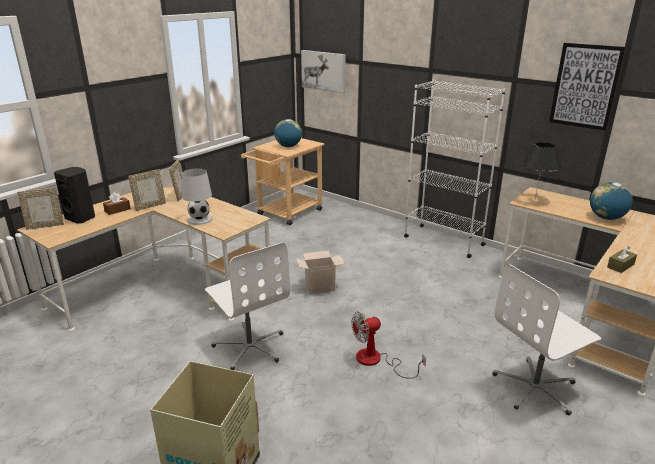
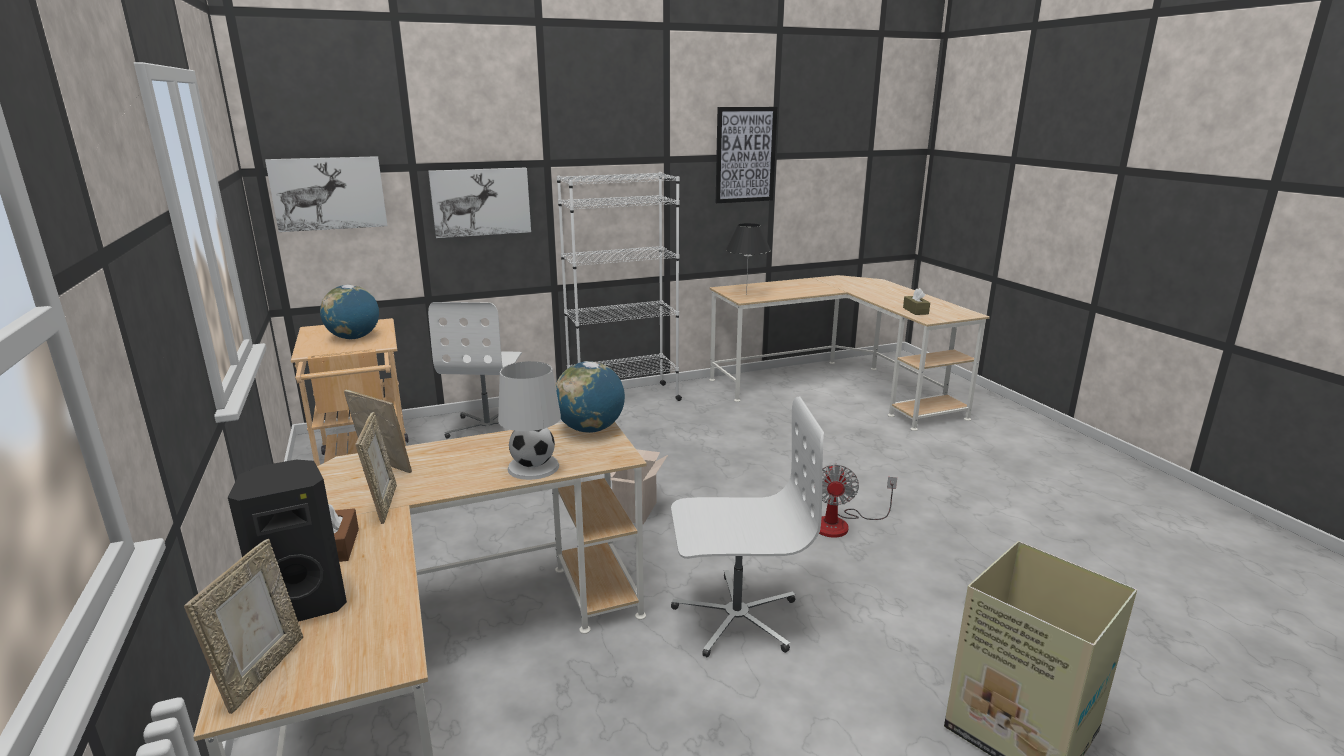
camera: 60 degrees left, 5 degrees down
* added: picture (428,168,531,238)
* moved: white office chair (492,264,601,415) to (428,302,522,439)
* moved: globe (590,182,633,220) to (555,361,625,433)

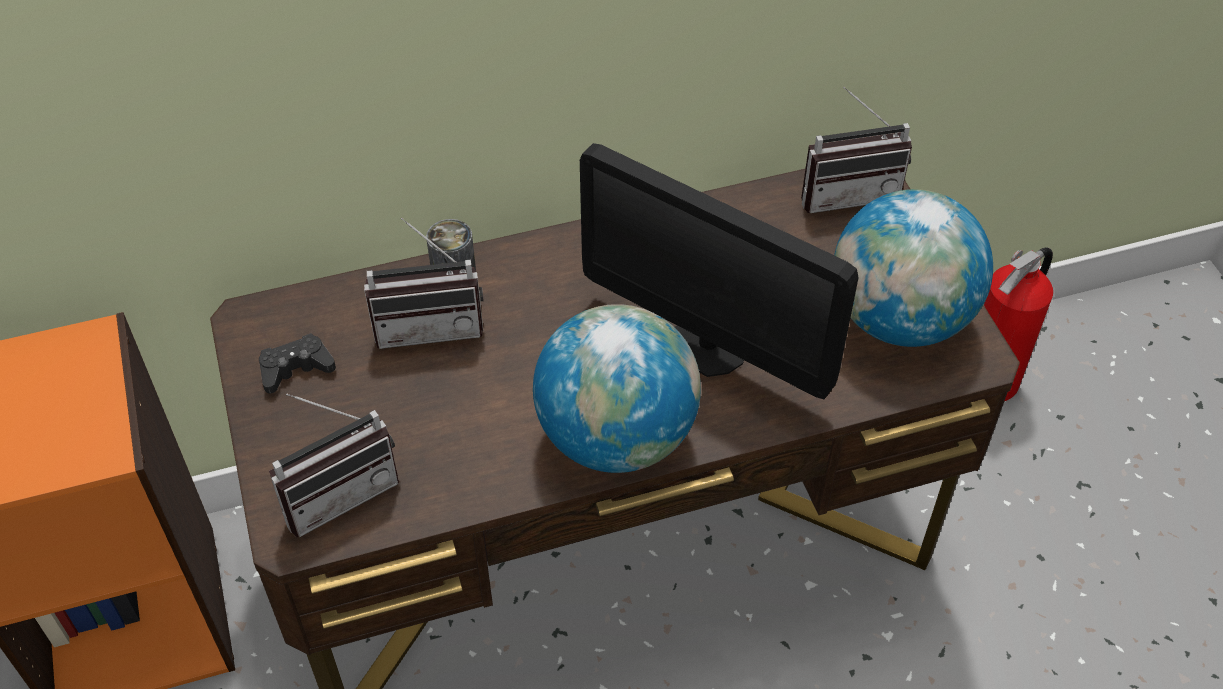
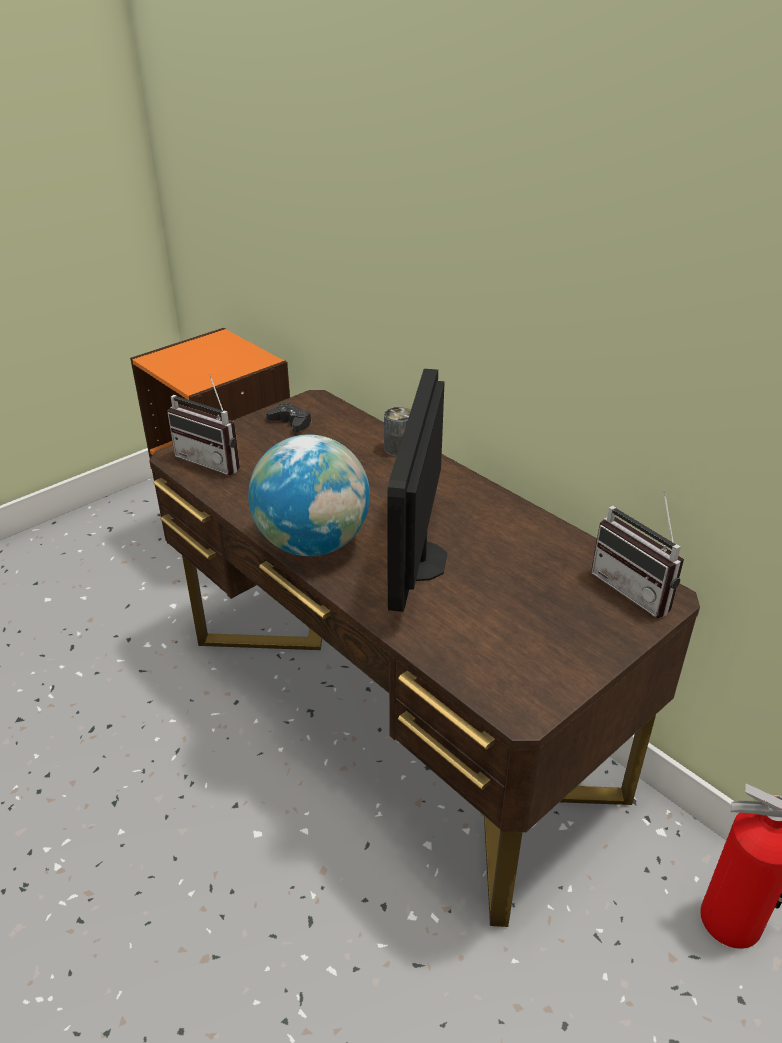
camera: 65 degrees right, 15 degrees down
* removed: radio (364,218,484,349)
* removed: globe (834,189,993,347)

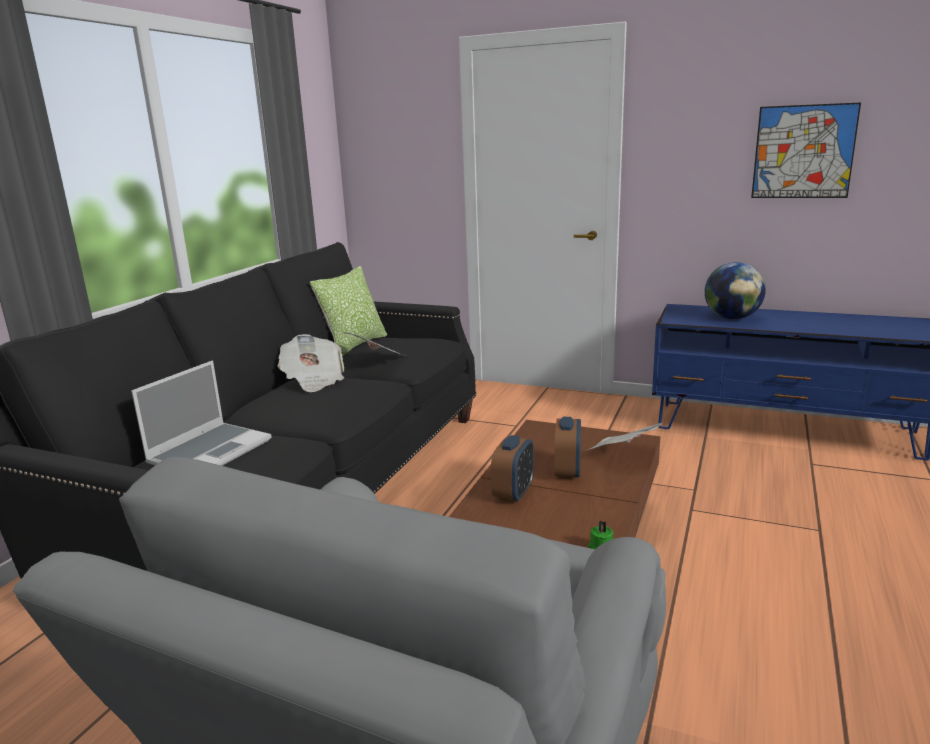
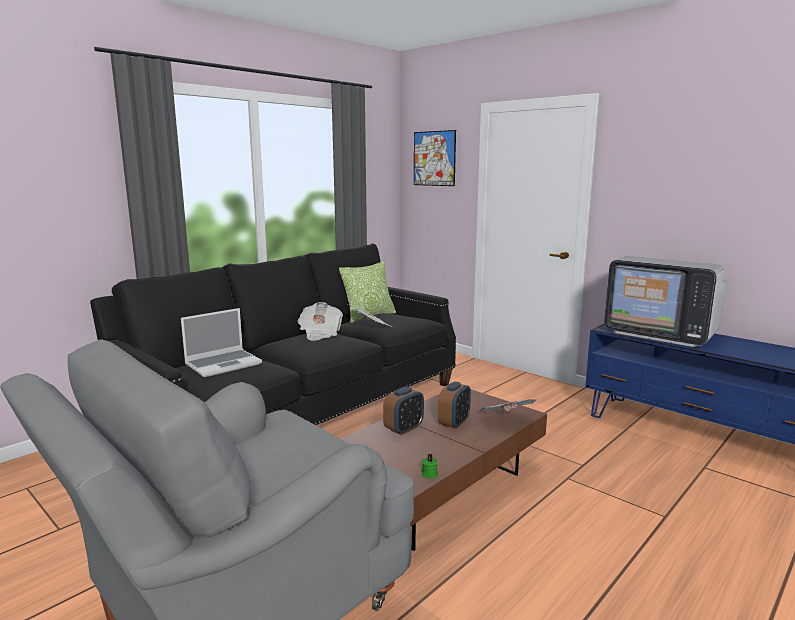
camera: 20 degrees right, 5 degrees down
* moved: picture (751,102,861,198) to (414,130,456,186)
* replaced: globe (705,262,766,319) to television (604,256,726,347)

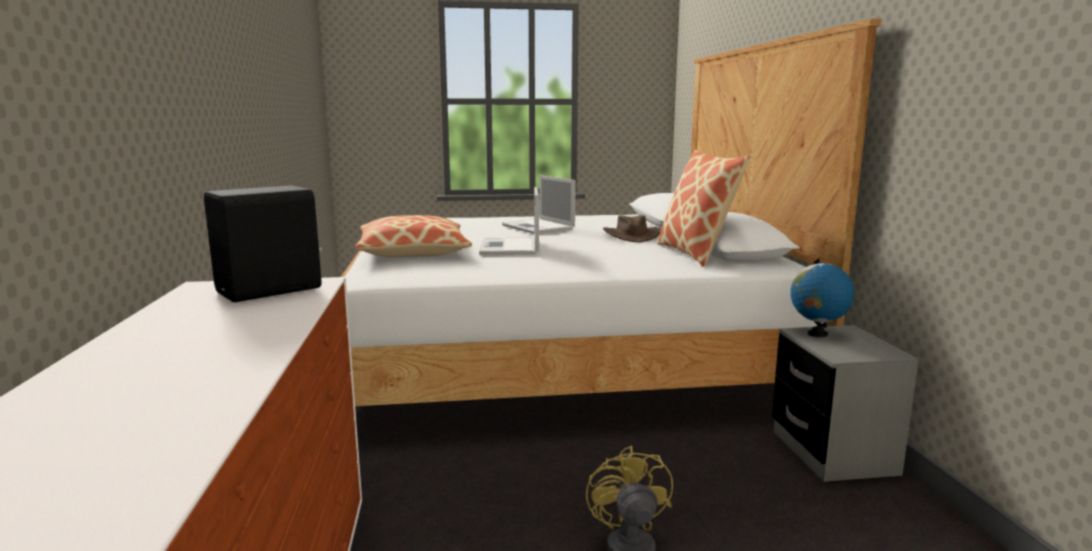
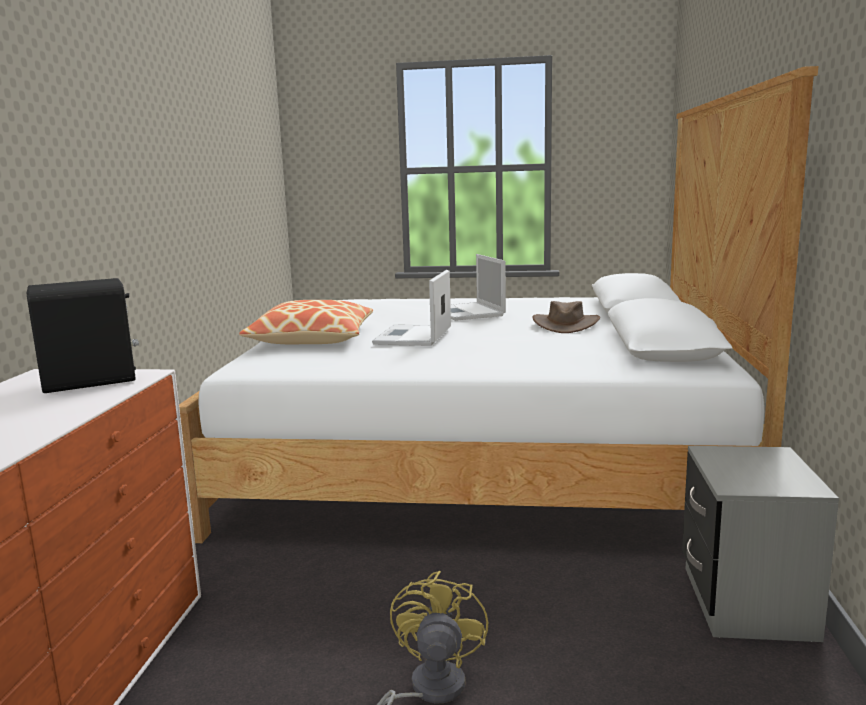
camera: 15 degrees right, 0 degrees up
* removed: pillow (657,150,750,266)
* removed: globe (790,258,854,337)

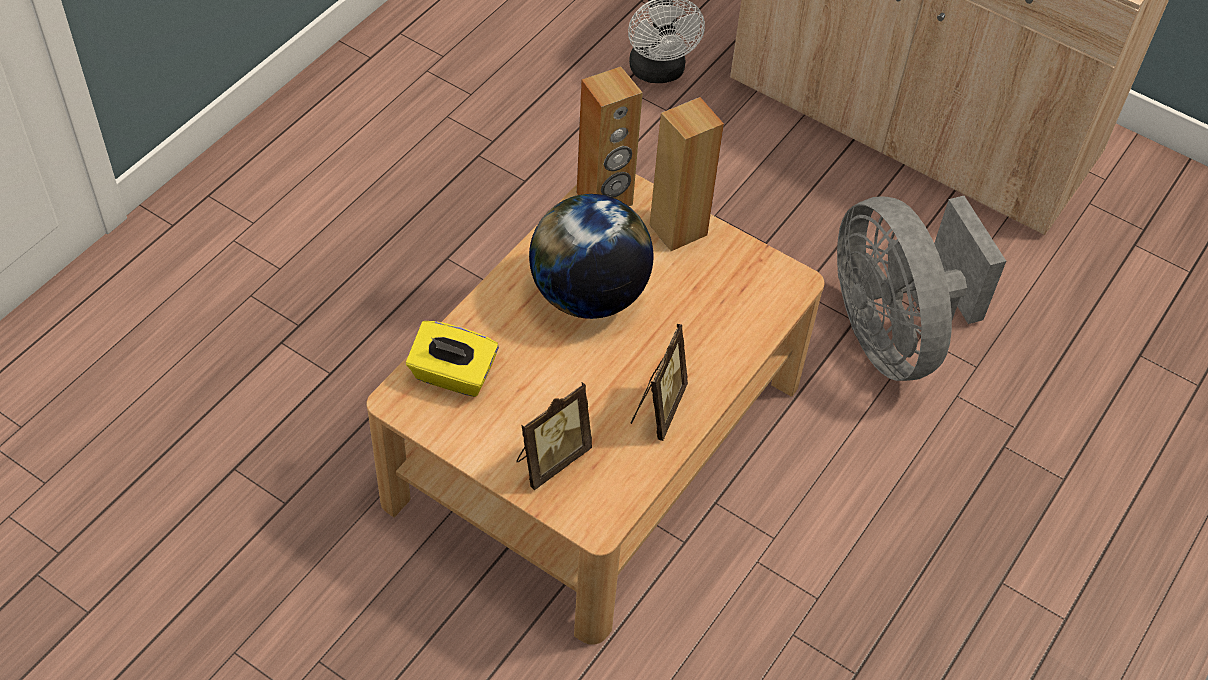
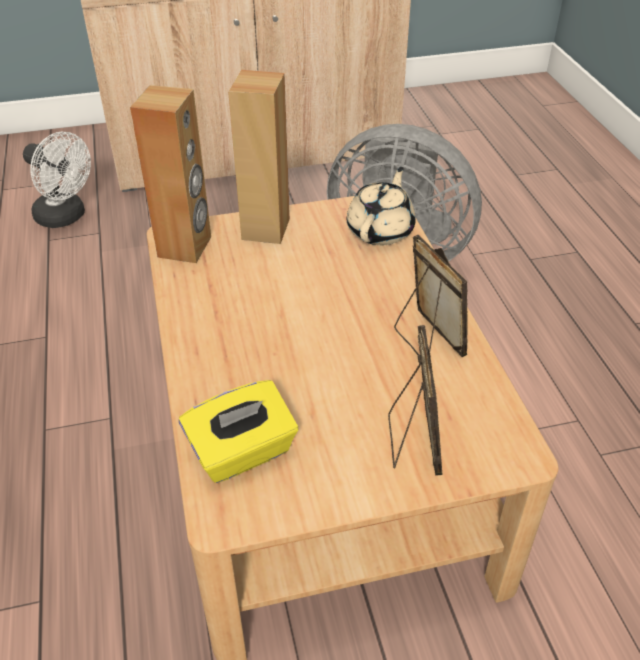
camera: 45 degrees left, 10 degrees down
* removed: globe (529,194,653,319)
* added: beige teapot (347,167,416,245)

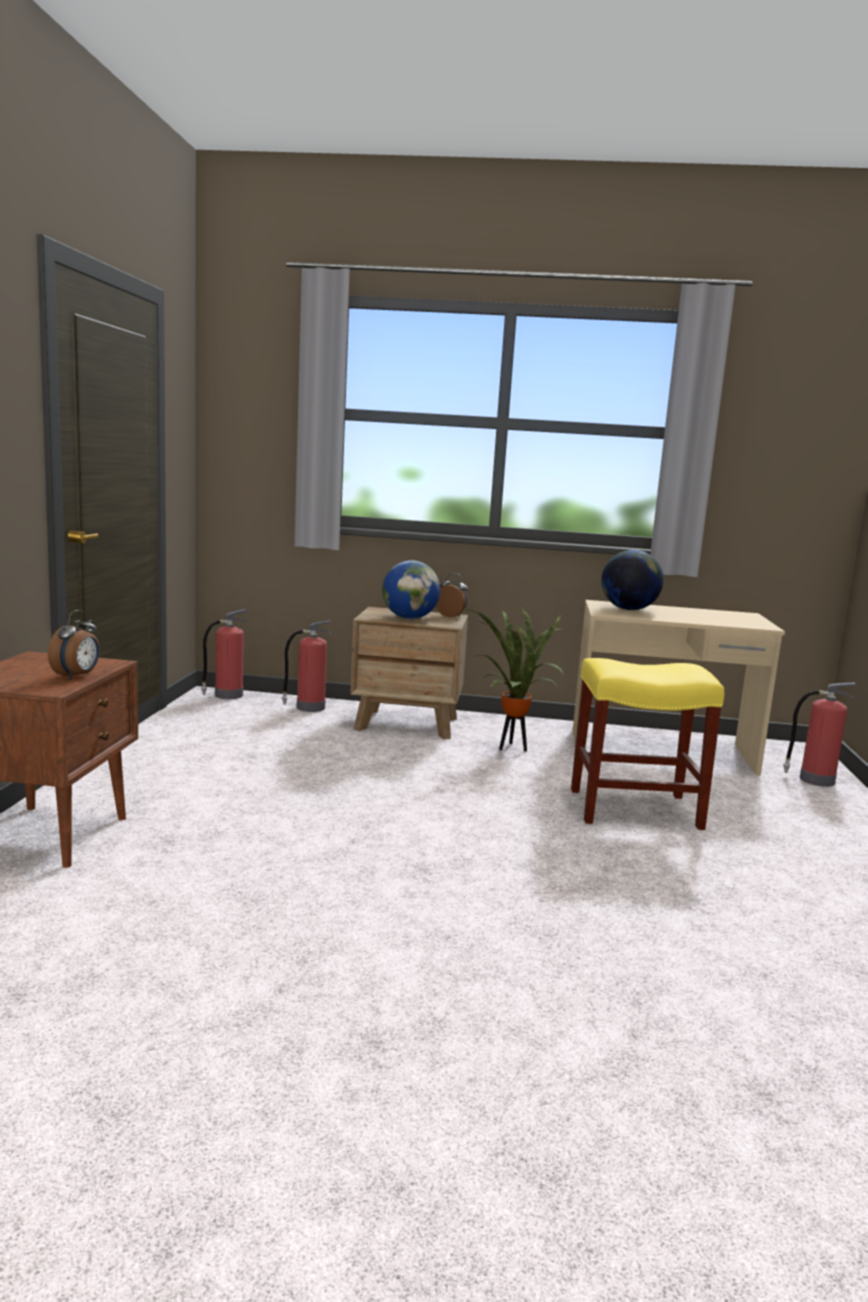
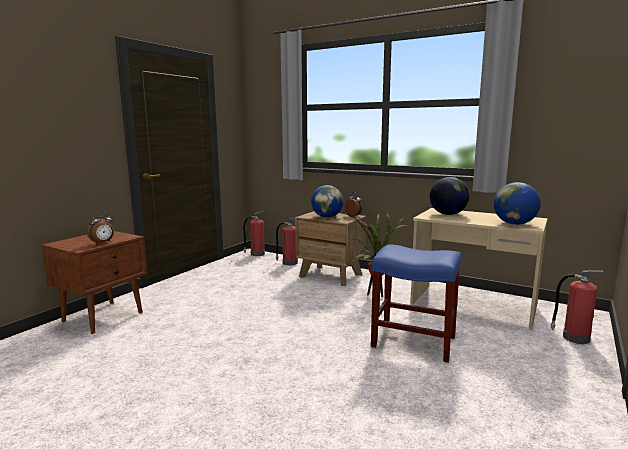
camera: 25 degrees right, 0 degrees up
* added: globe (494,182,541,225)
* recoloured: yellow stool (571,658,724,830) to blue stool (371,244,461,363)

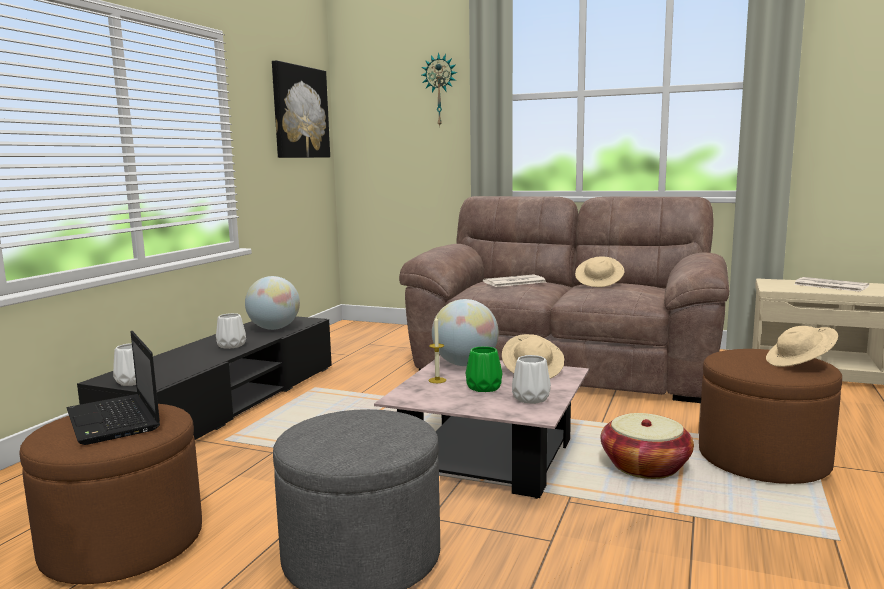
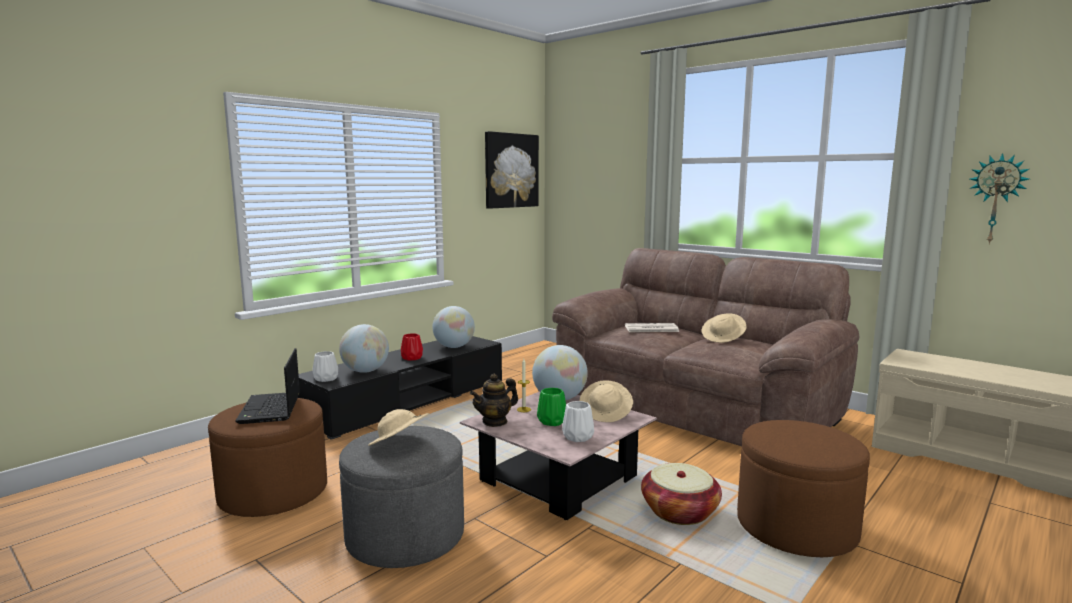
camera: 20 degrees right, 0 degrees up
* removed: newspaper (794,277,869,292)
* added: globe (339,324,389,373)
* added: teapot (470,373,518,427)
* moved: wall clock (422,53,458,126) to (969,153,1029,245)
* moved: beige hat (766,326,838,367) to (368,409,429,446)
* recoloured: white vase (216,313,246,349) to red vase (401,333,423,361)

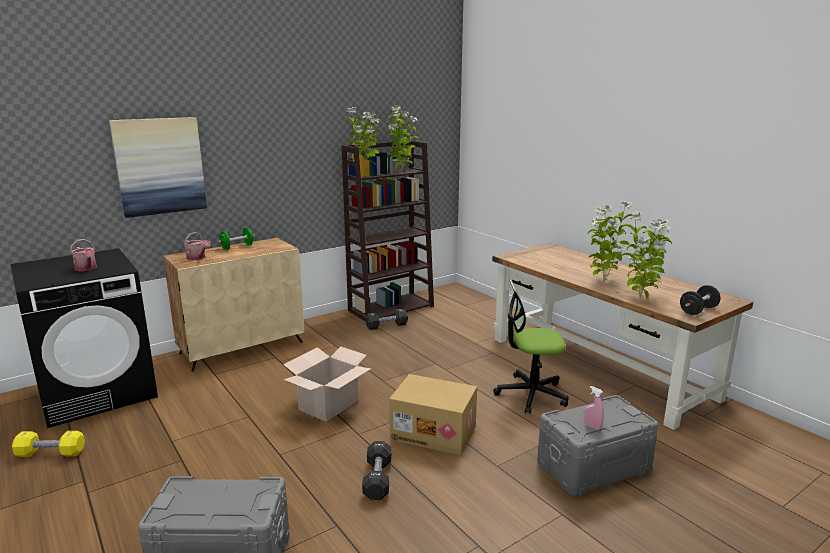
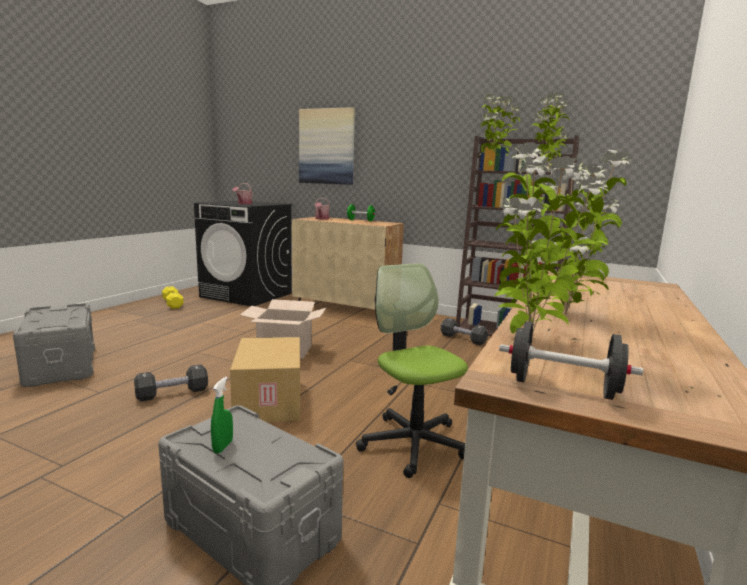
camera: 60 degrees right, 5 degrees down
* recoloured: pink spray bottle (585,386,604,430) to green spray bottle (211,377,233,453)

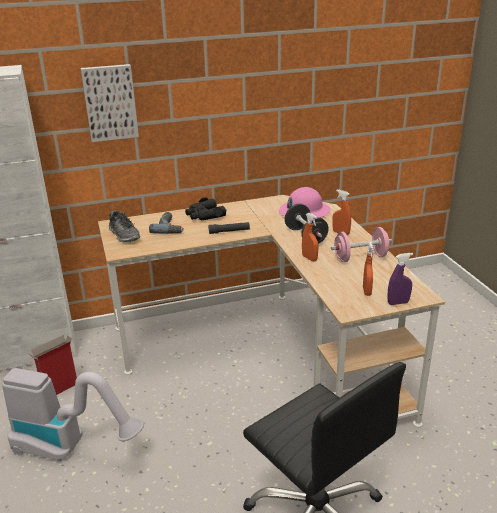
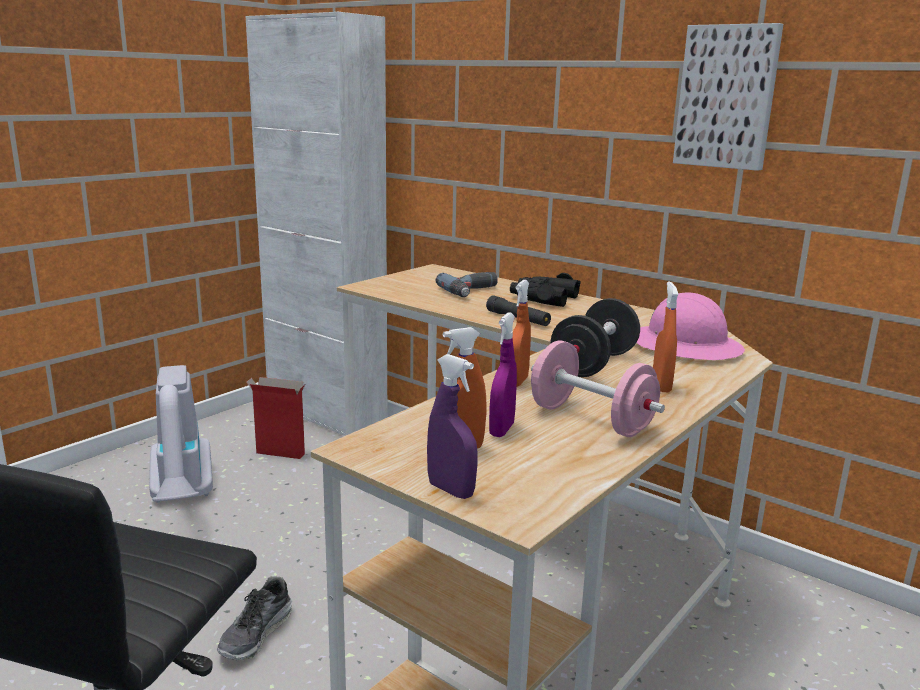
camera: 55 degrees right, 10 degrees down
* added: purple spray bottle (489,312,517,437)
* moved: picture (81,64,139,142) to (673,23,783,171)
* moved: shoe (108,210,140,243) to (217,577,292,660)

